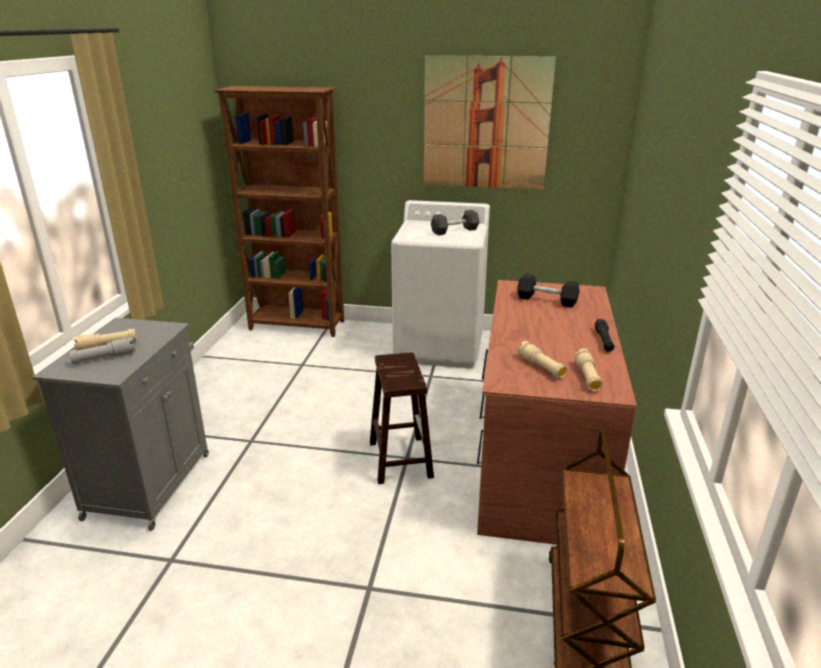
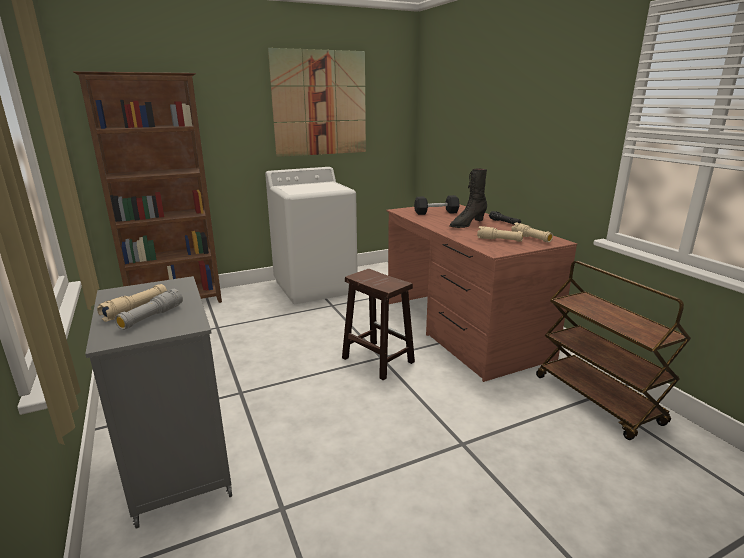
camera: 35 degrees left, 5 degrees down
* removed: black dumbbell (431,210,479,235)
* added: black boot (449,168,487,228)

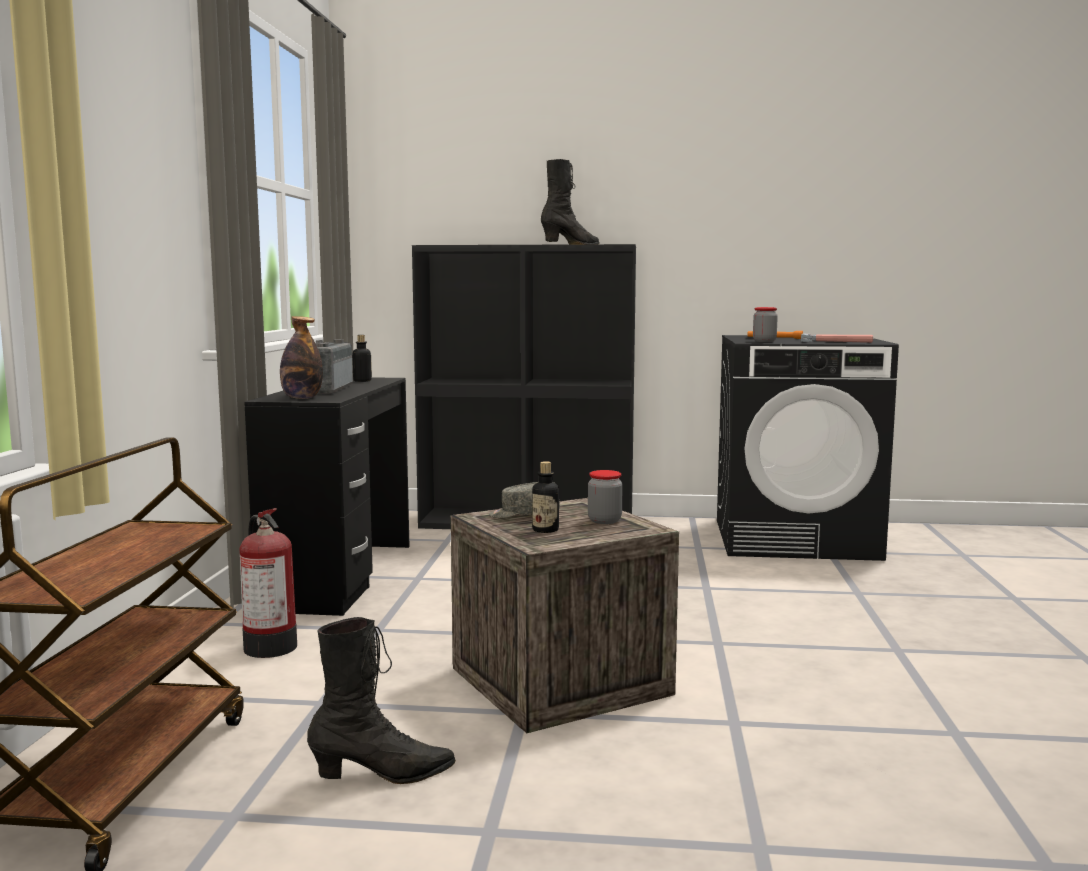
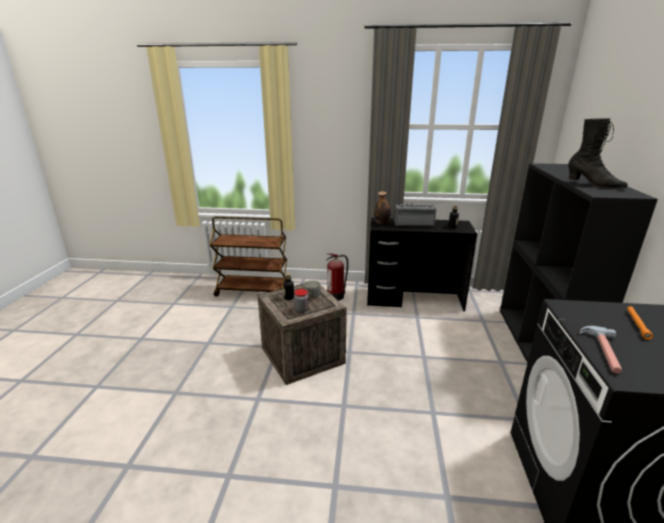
camera: 90 degrees right, 15 degrees up
* removed: black boot (307,617,456,784)
* removed: jar (753,307,778,342)

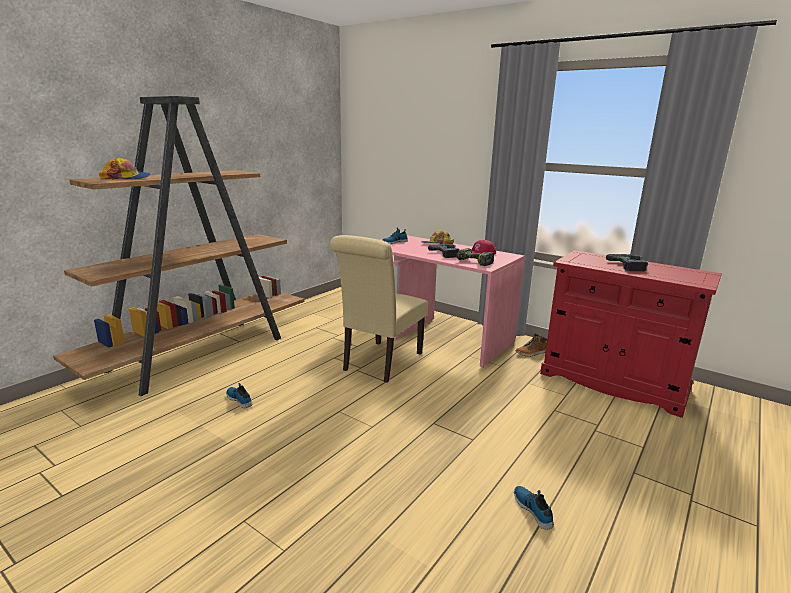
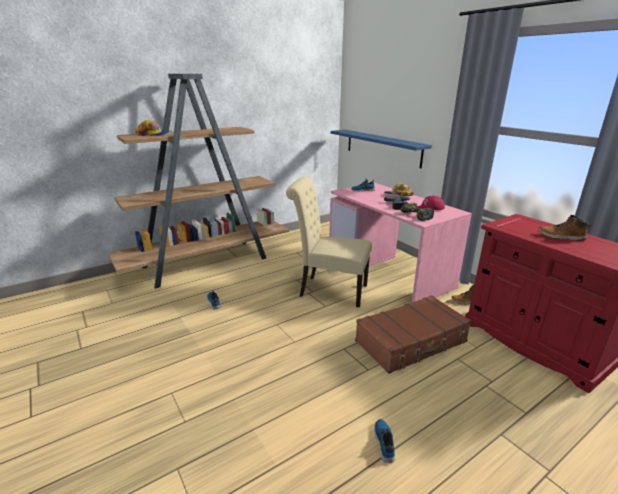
camera: 20 degrees right, 5 degrees up
* added: blue shelf (331,130,432,168)
* added: brown suitcase (355,295,471,374)
* replaced: power drill (606,254,648,271) to boot (538,215,591,241)
* turned: beige chair (330,235,428,383) = (286,177,372,307) 60 degrees clockwise

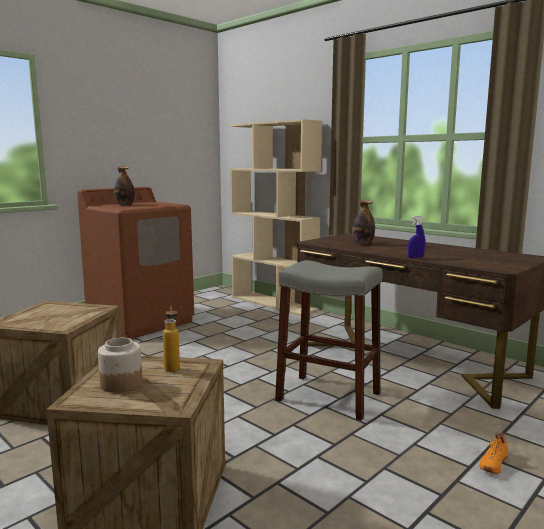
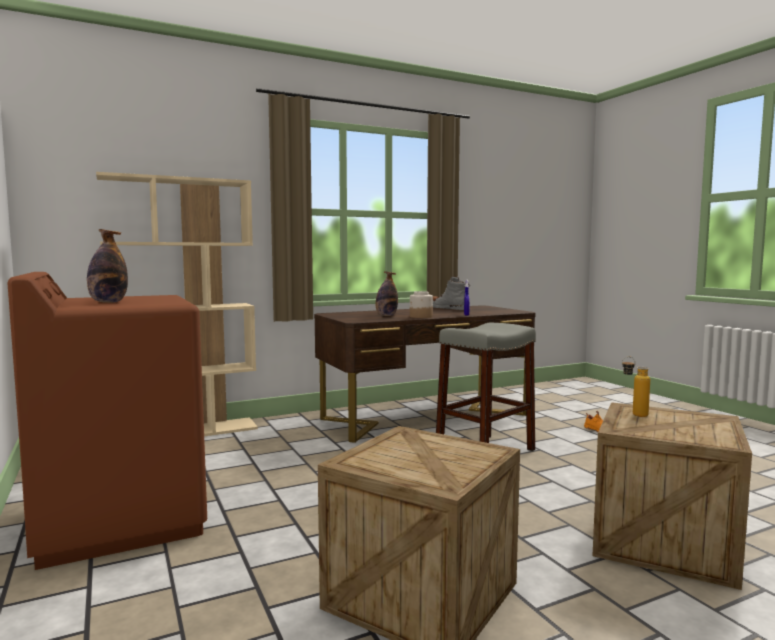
camera: 70 degrees left, 5 degrees down
* added: grey boot (433,276,470,310)
* moved: jar (98,338,142,393) to (410,291,433,318)

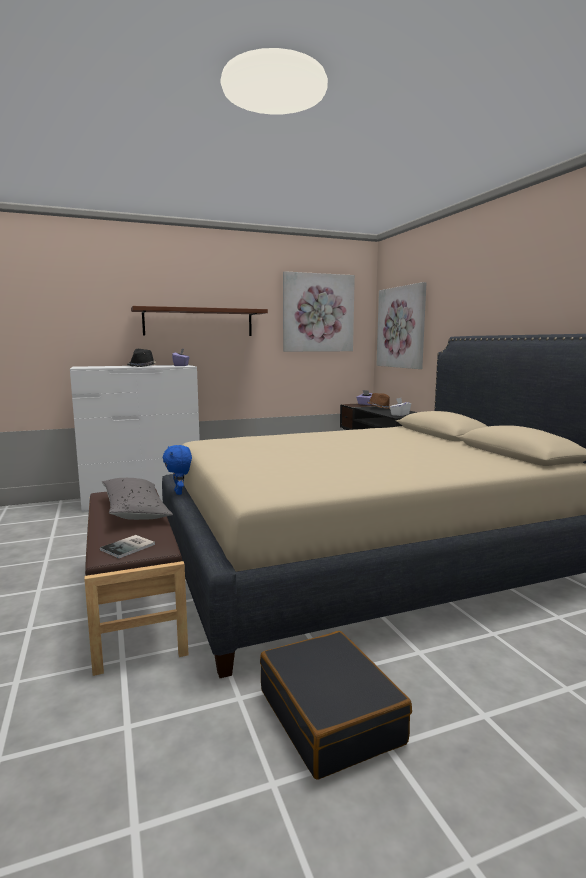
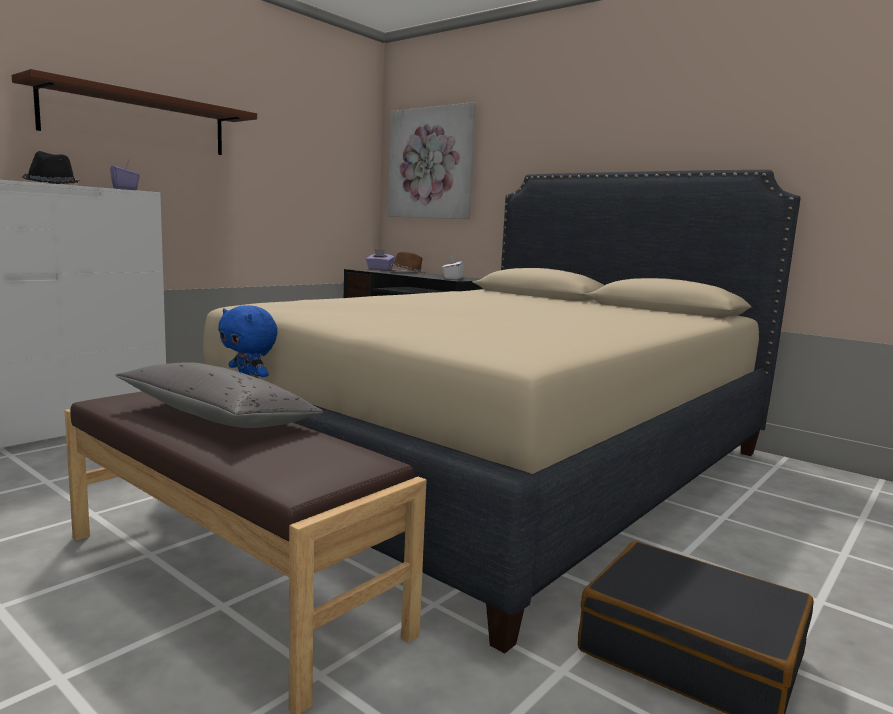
camera: 30 degrees left, 0 degrees up
* removed: book (100,535,155,558)
* removed: picture (283,271,355,352)

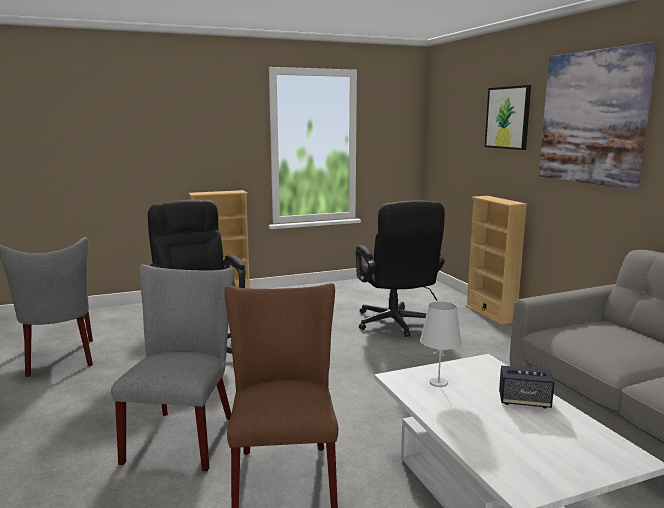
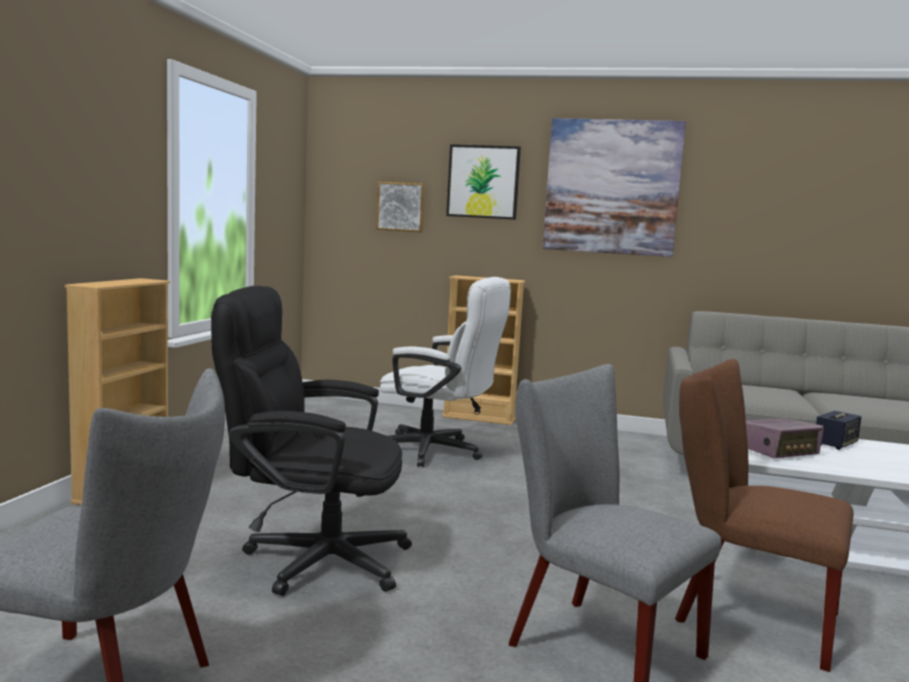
camera: 55 degrees left, 5 degrees down
* added: picture (376,182,425,232)
* replaced: white table lamp (420,301,462,387) to radio (746,418,824,458)
* recoloured: black office chair (356,200,445,337) to white office chair (380,277,511,467)

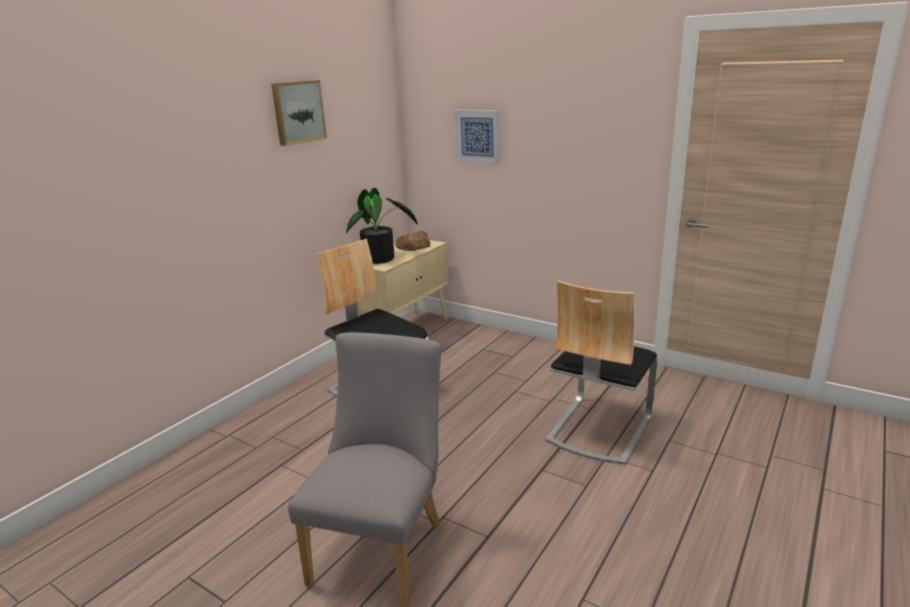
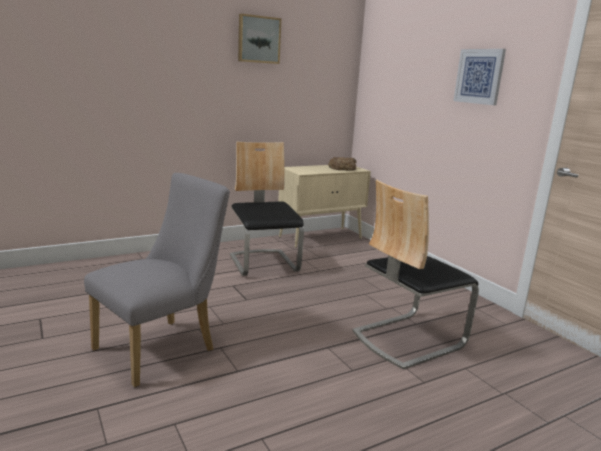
camera: 25 degrees right, 5 degrees down
* removed: potted plant (346,188,418,264)
* moved: picture (454,110,501,164) to (454,49,506,105)

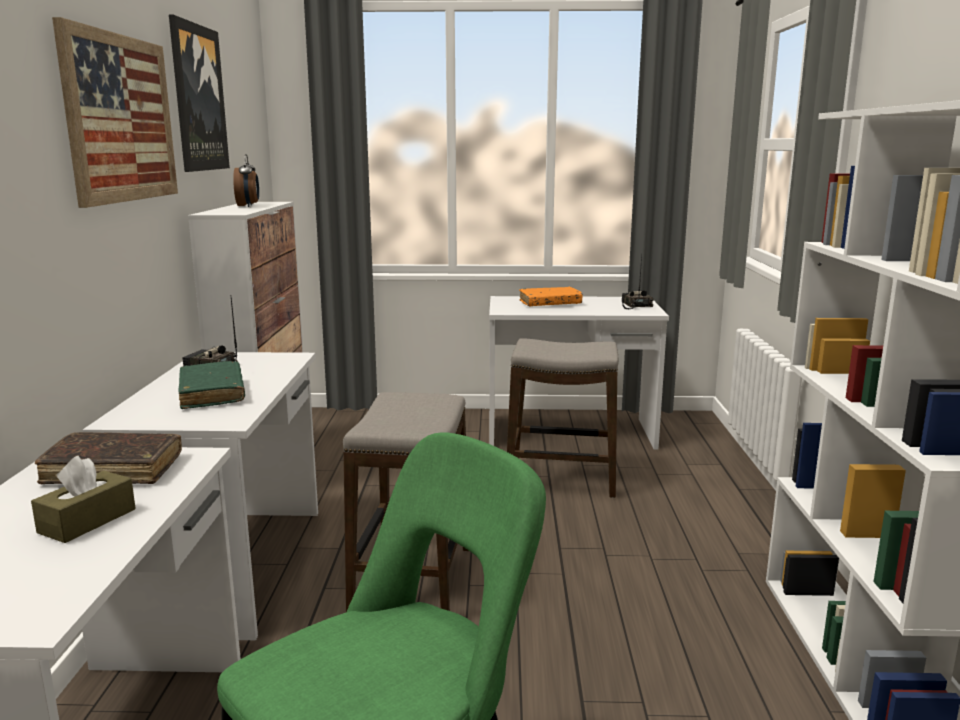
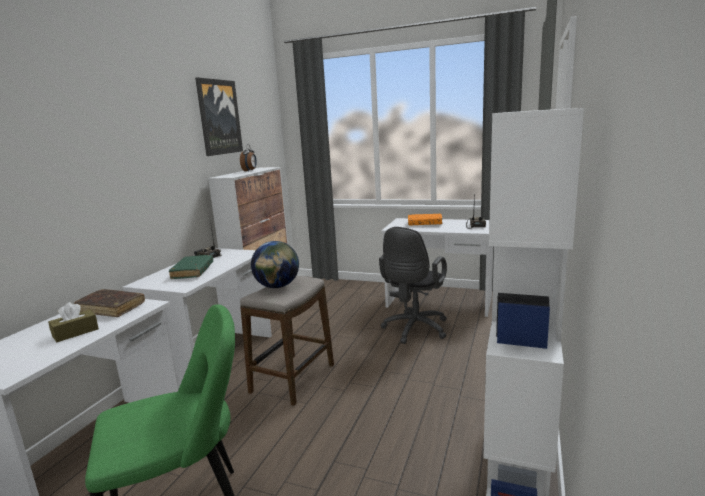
camera: 20 degrees right, 0 degrees up
* removed: picture (52,17,178,208)
* added: globe (251,241,299,288)
* replaced: stool (507,338,619,498) to black office chair (379,227,447,344)

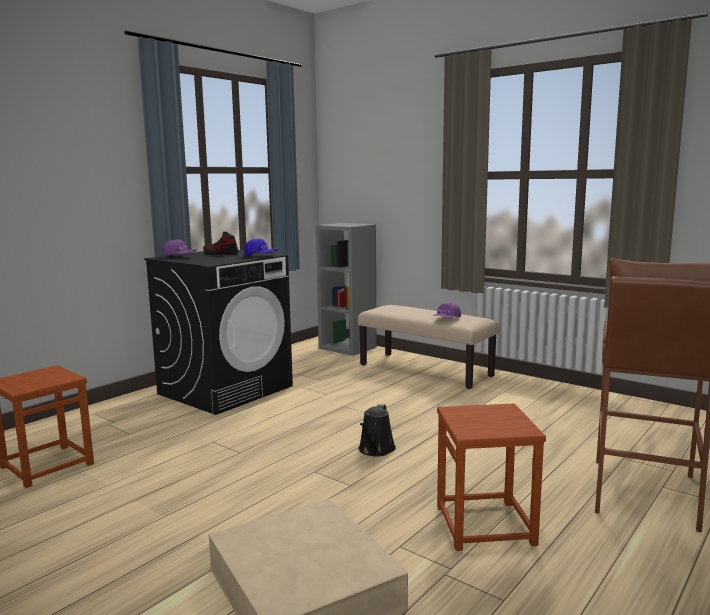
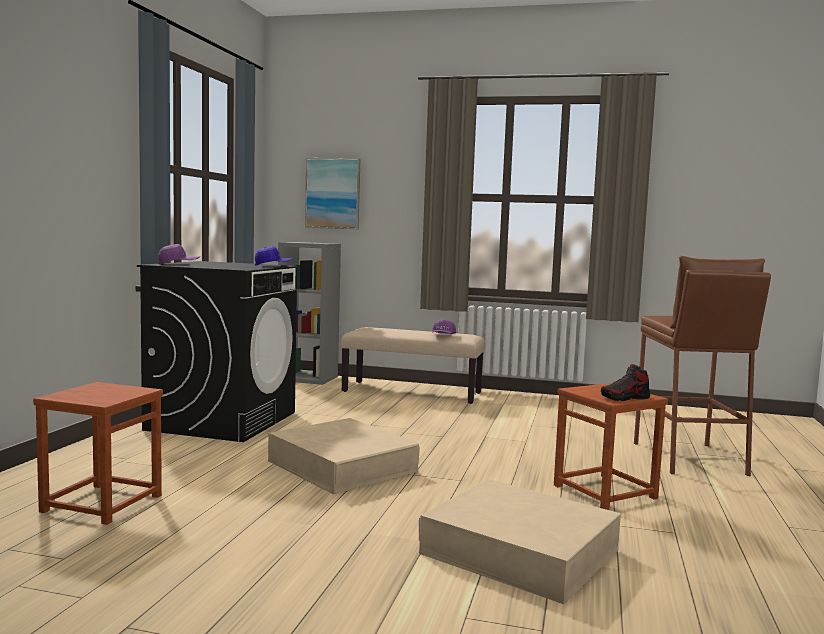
camera: 25 degrees left, 5 degrees down
* removed: black watering can (358,404,396,457)
* added: beige storage box (268,418,420,494)
* added: picture (305,158,360,229)
* moved: shoe (203,232,239,255) to (601,364,650,401)

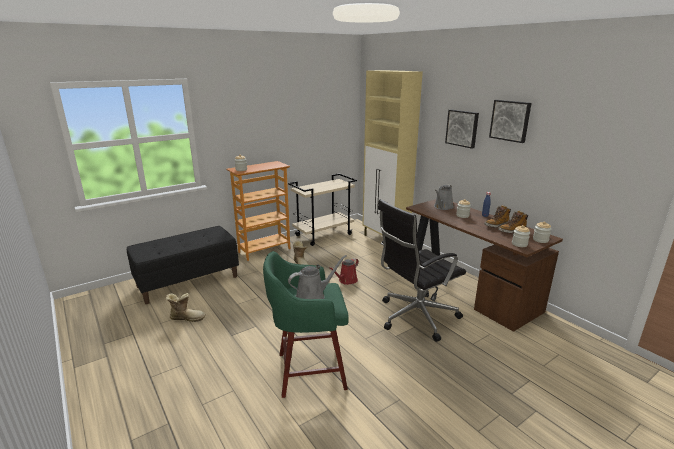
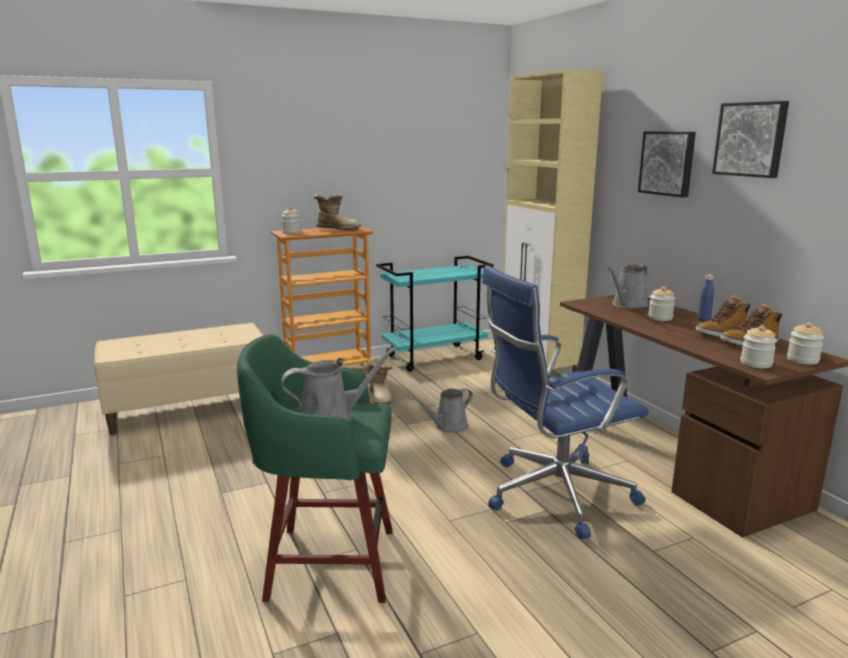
camera: 10 degrees right, 5 degrees down
* moved: boot (165,293,206,322) to (313,194,361,231)
* recoloured: black bench (127,226,239,304) to beige bench (94,323,263,435)
* recoloured: beige cart (288,173,357,246) to turquoise cart (376,256,494,372)
* recoloured: red watering can (329,258,359,285) to grey watering can (412,388,473,433)
* recoloured: black office chair (378,199,466,342) to blue office chair (482,265,649,539)

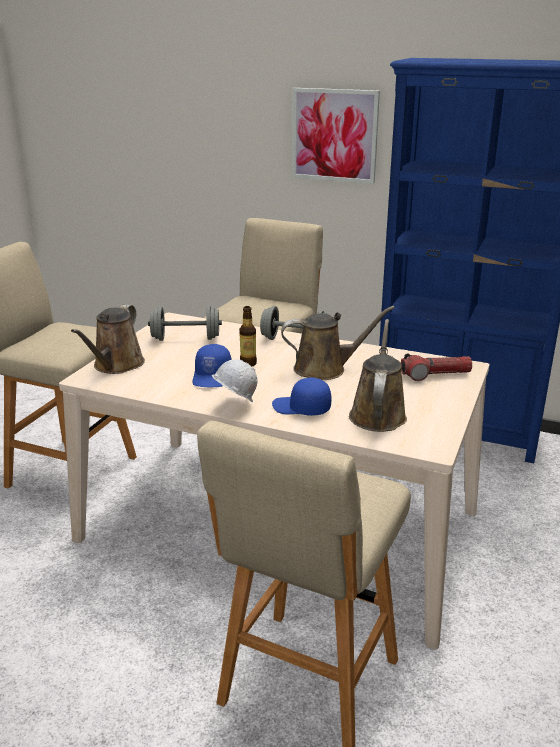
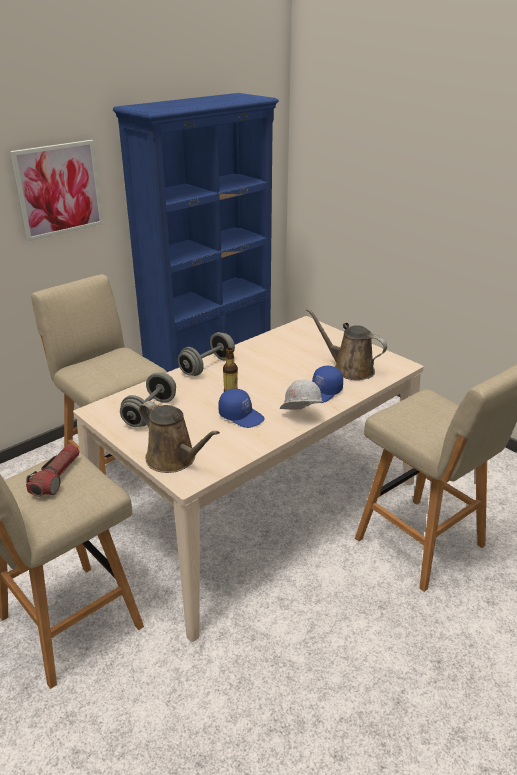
camera: 65 degrees left, 5 degrees up
* removed: brown watering can (281,306,395,380)
* moved: flashlight (401,353,472,381) to (26,444,79,497)

